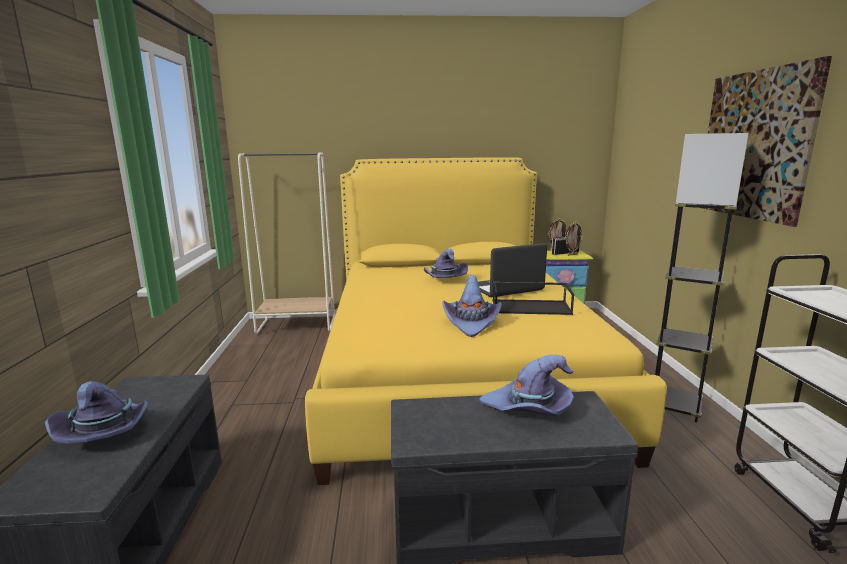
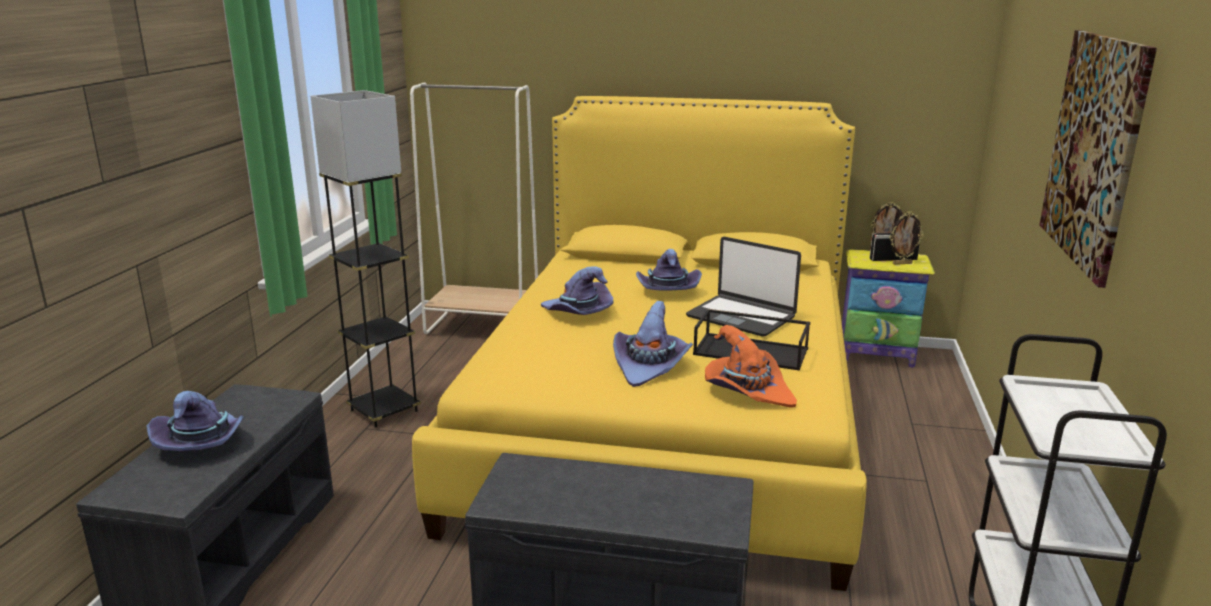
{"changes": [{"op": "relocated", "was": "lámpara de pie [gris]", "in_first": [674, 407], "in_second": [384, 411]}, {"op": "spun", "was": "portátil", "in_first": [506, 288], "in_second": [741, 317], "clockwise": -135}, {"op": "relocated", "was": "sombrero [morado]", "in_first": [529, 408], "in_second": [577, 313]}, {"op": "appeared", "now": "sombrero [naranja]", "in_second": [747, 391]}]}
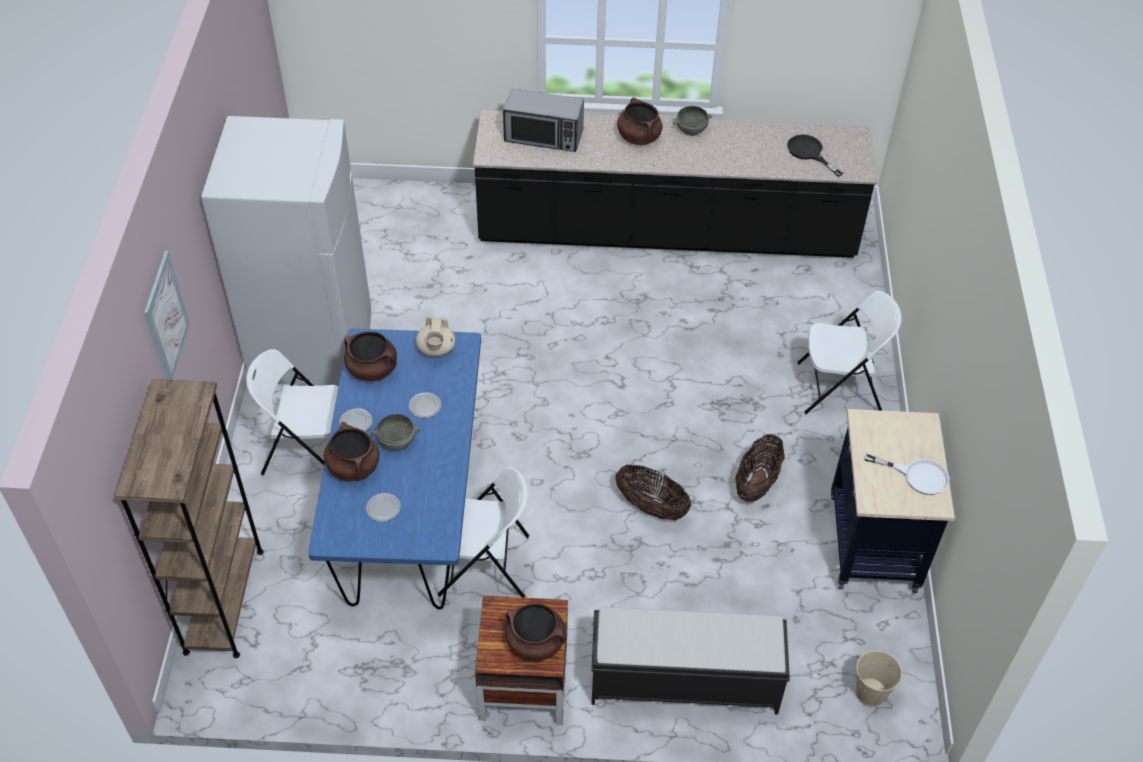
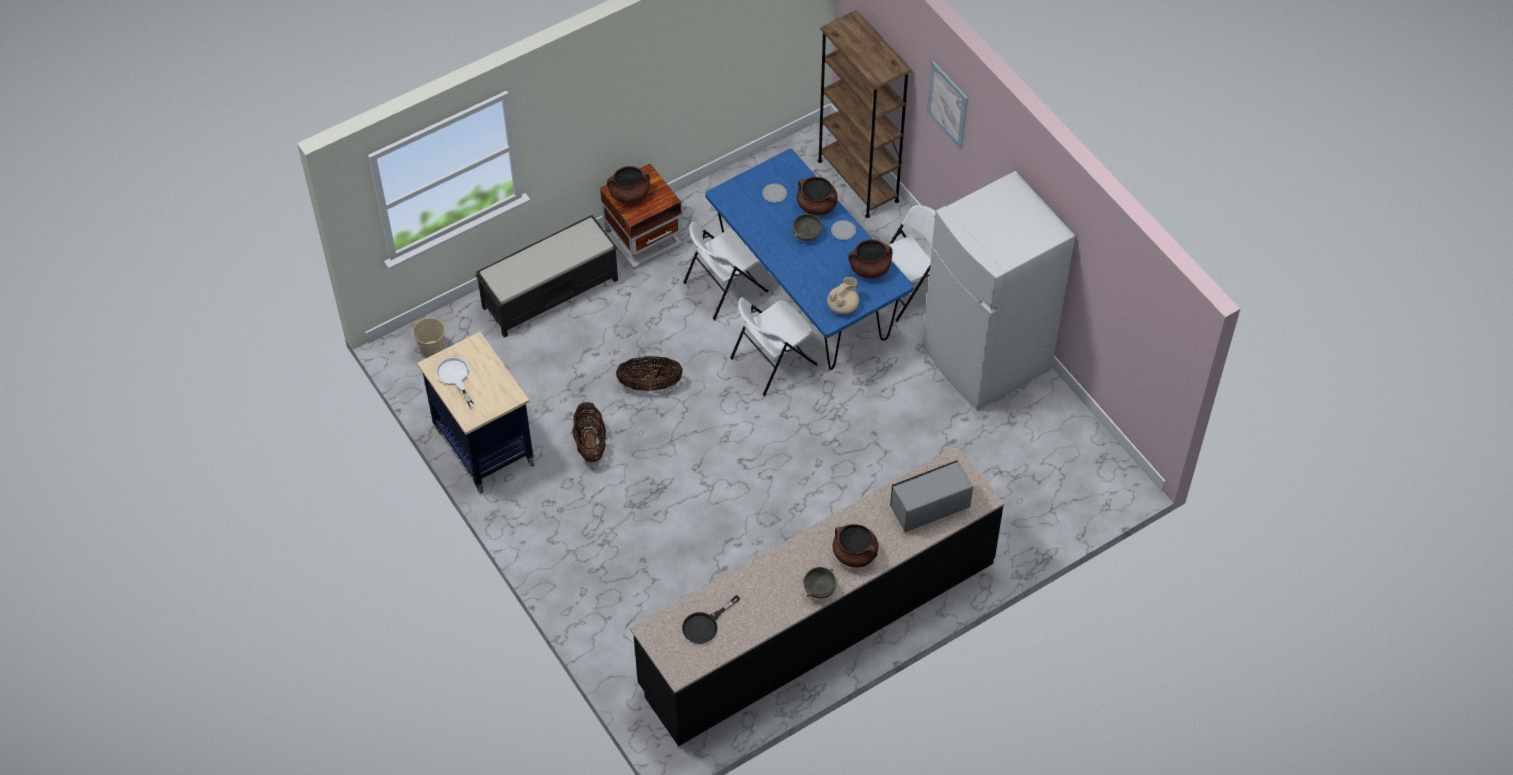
{"changes": [{"op": "spun", "was": "sartén [negro]", "in_first": [809, 153], "in_second": [705, 625], "clockwise": 120}, {"op": "relocated", "was": "silla [blanco]", "in_first": [839, 388], "in_second": [773, 361]}, {"op": "spun", "was": "tetera [beis]", "in_first": [436, 349], "in_second": [843, 306], "clockwise": 75}, {"op": "missing", "was": "plato", "in_first": [425, 406]}, {"op": "spun", "was": "sartén [blanco]", "in_first": [917, 476], "in_second": [455, 377], "clockwise": 75}]}
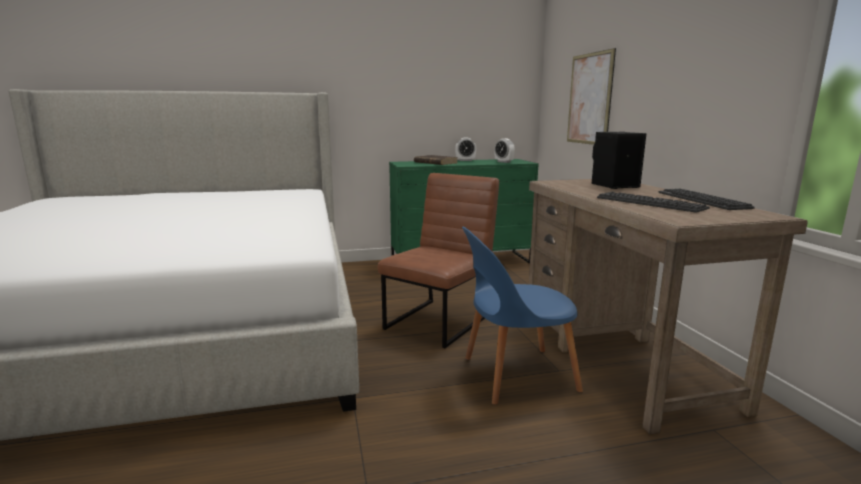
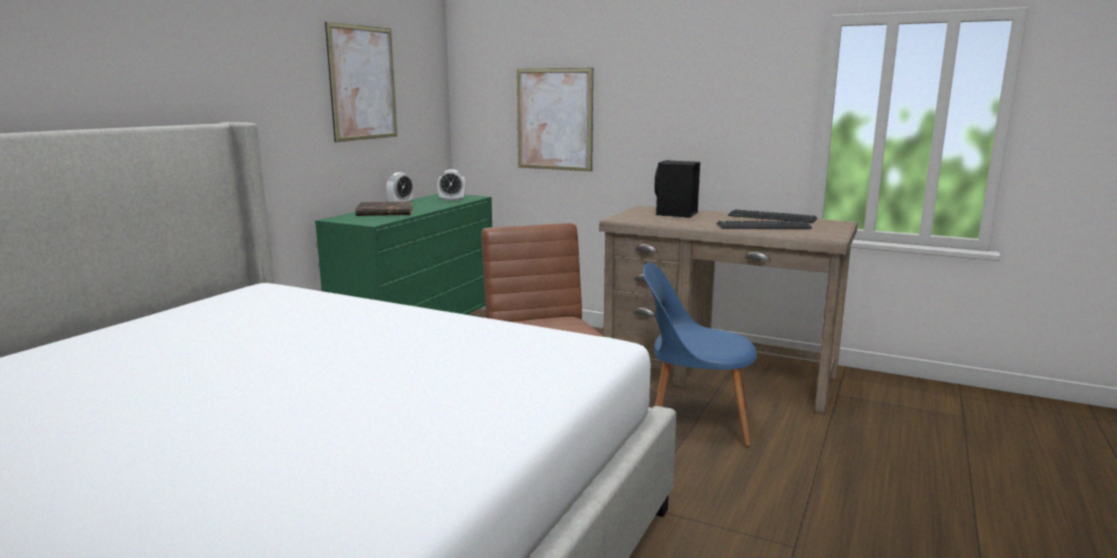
{"changes": [{"op": "spun", "was": "silla [azul]", "in_first": [514, 375], "in_second": [694, 420], "clockwise": 75}, {"op": "appeared", "now": "cuadro", "in_second": [363, 83]}]}
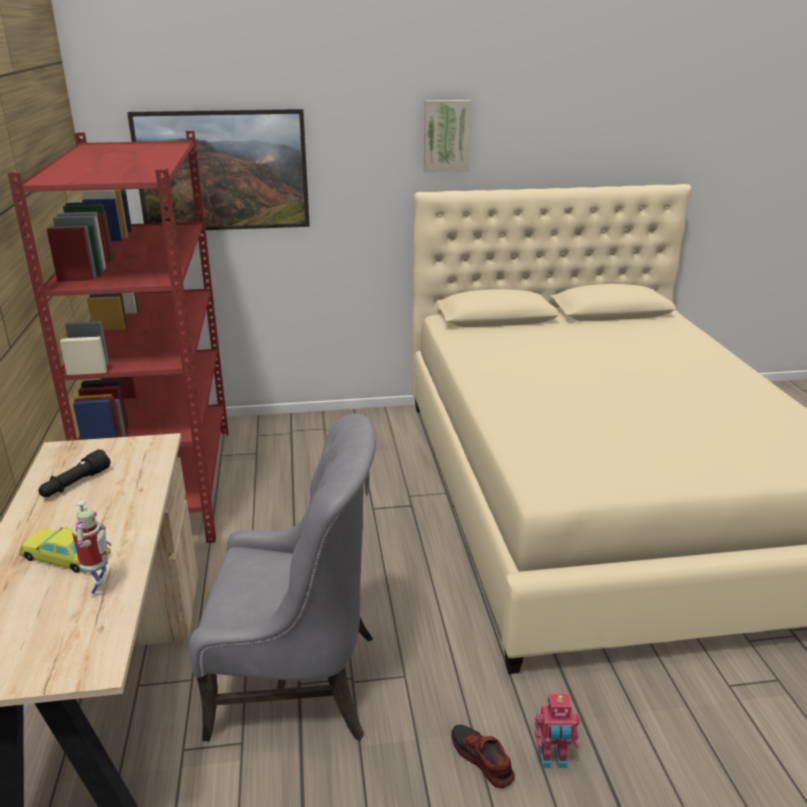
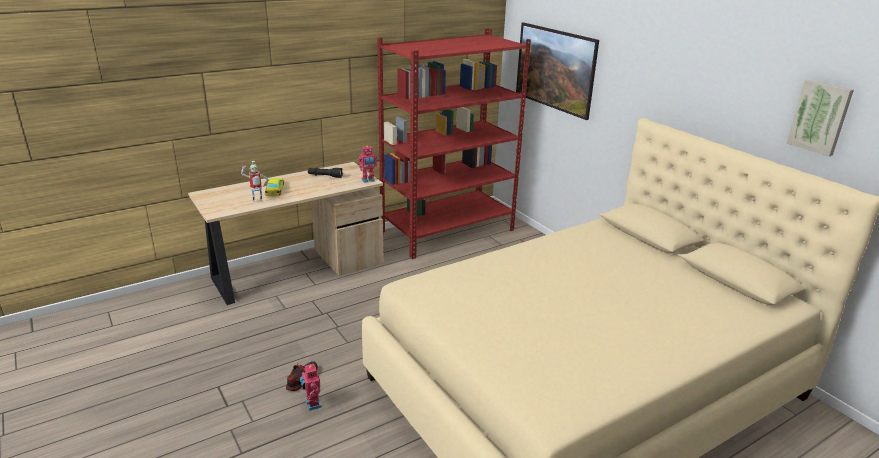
{"changes": [{"op": "relocated", "was": "cuadro", "in_first": [446, 135], "in_second": [820, 117]}, {"op": "missing", "was": "silla [gris]", "in_first": [298, 682]}, {"op": "appeared", "now": "robot de juguete", "in_second": [368, 180]}]}
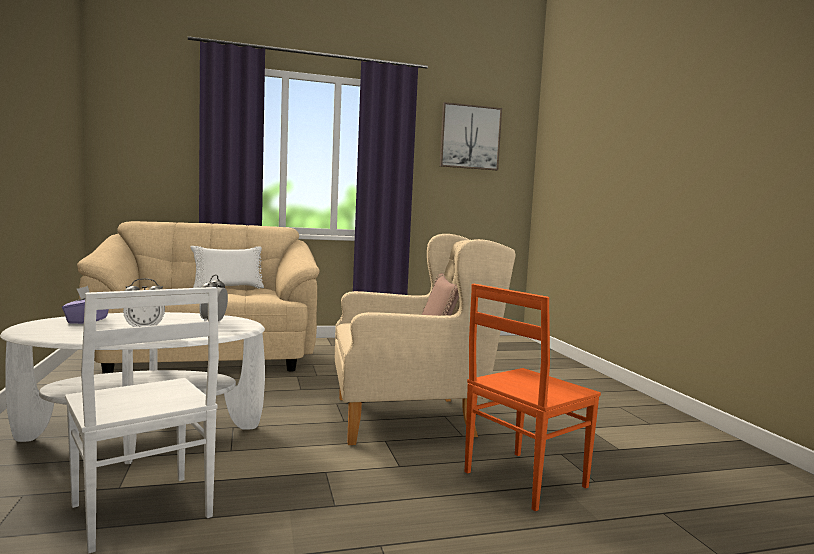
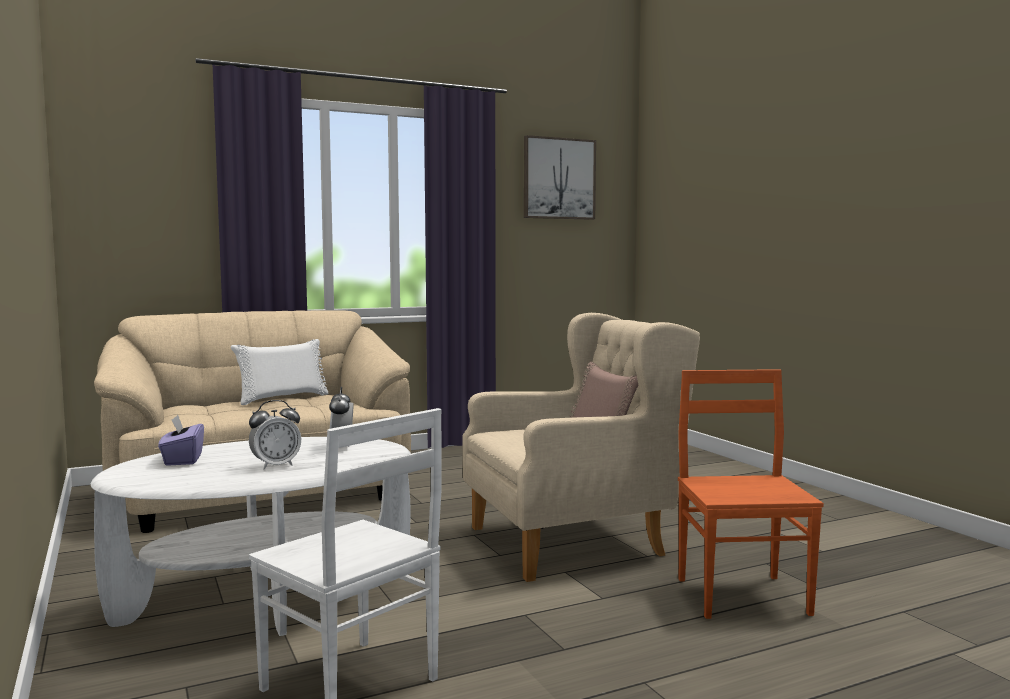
{"changes": [{"op": "spun", "was": "silla [naranja]", "in_first": [522, 479], "in_second": [743, 595], "clockwise": 135}]}
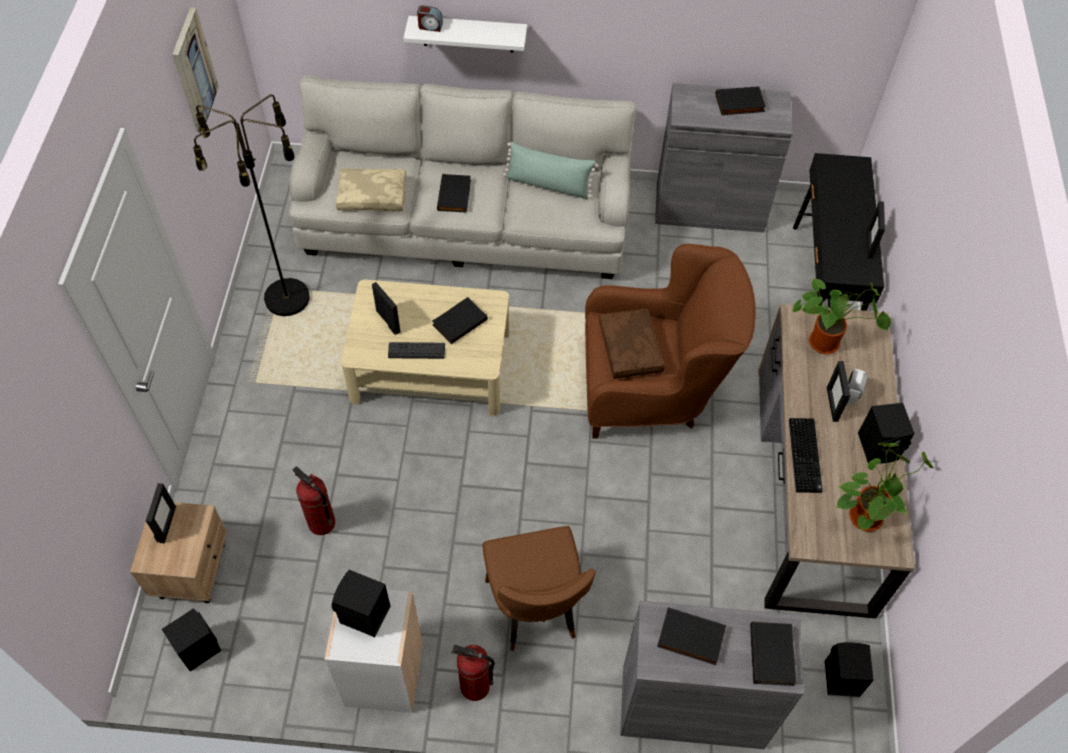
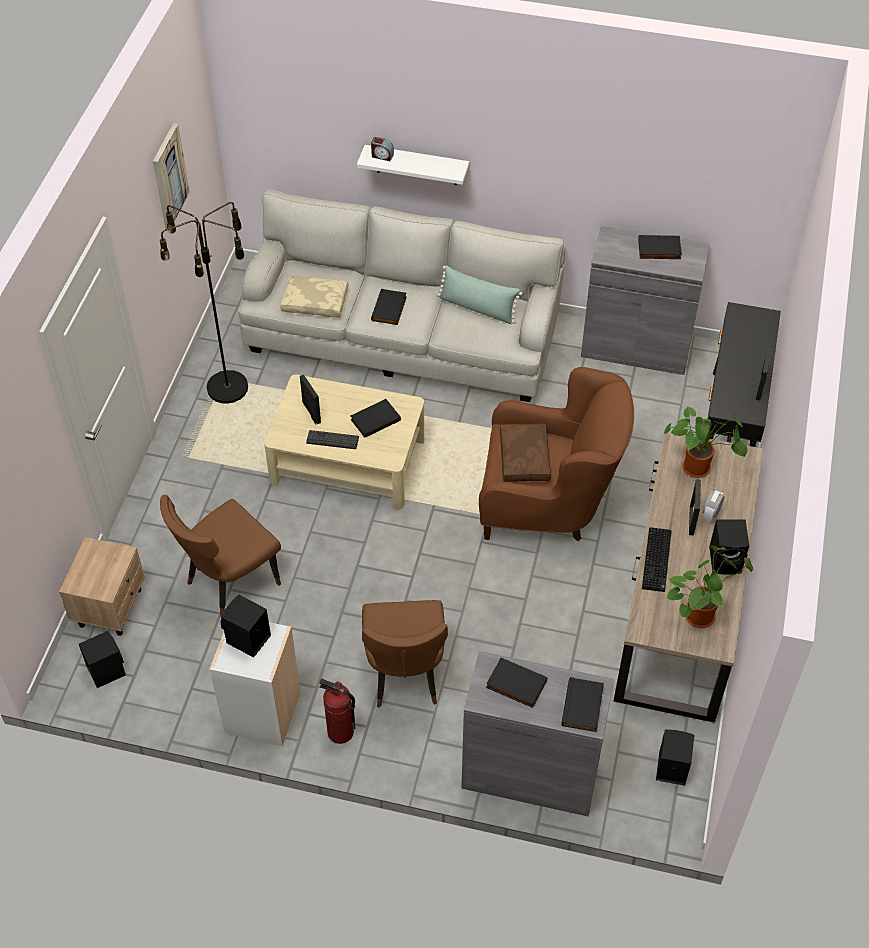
{"changes": [{"op": "exchanged", "was": "extintor", "now": "silla [marrón]", "in_first": [321, 523], "in_second": [228, 582]}, {"op": "missing", "was": "portarretratos", "in_first": [166, 524]}]}
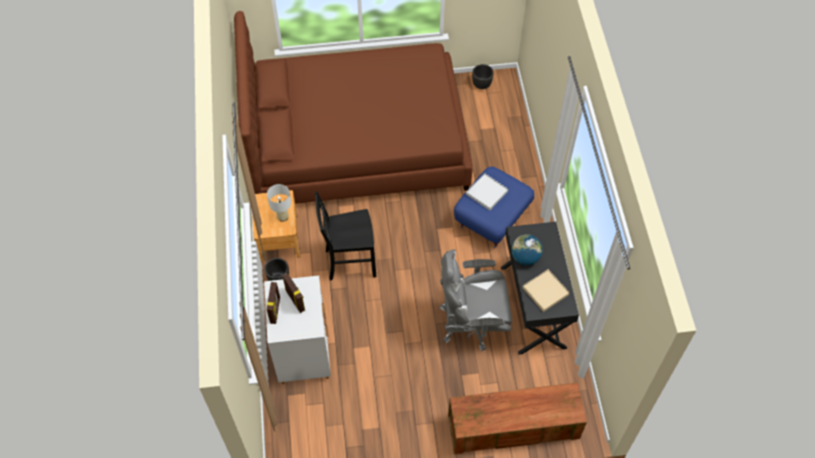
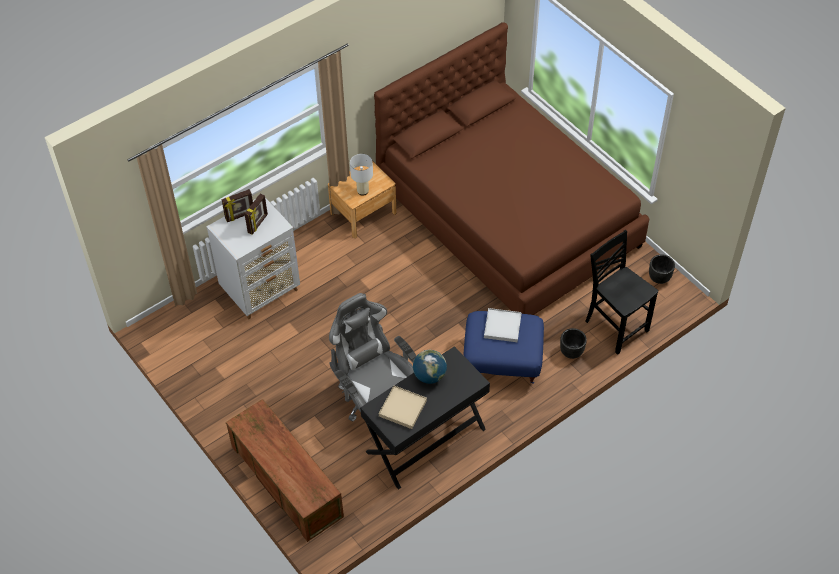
{"changes": [{"op": "relocated", "was": "silla [negro]", "in_first": [349, 262], "in_second": [615, 326]}, {"op": "relocated", "was": "maceta [negro]", "in_first": [278, 278], "in_second": [571, 351]}]}
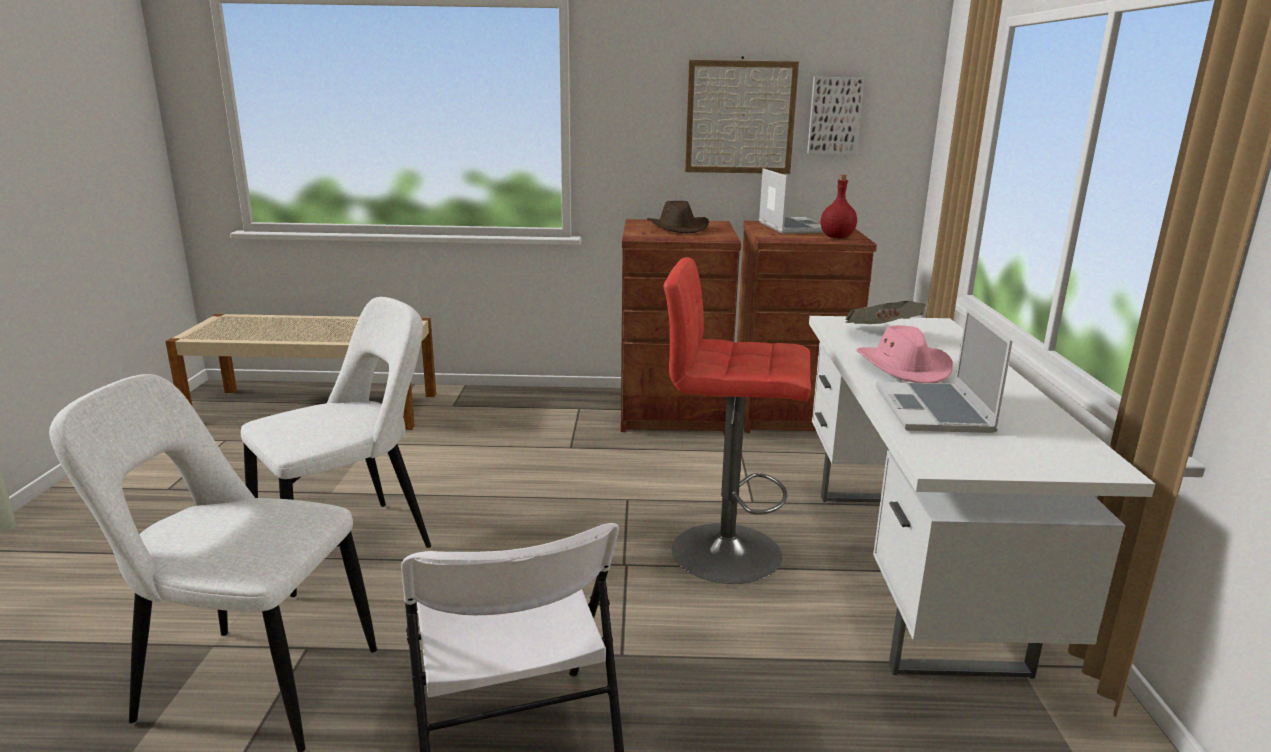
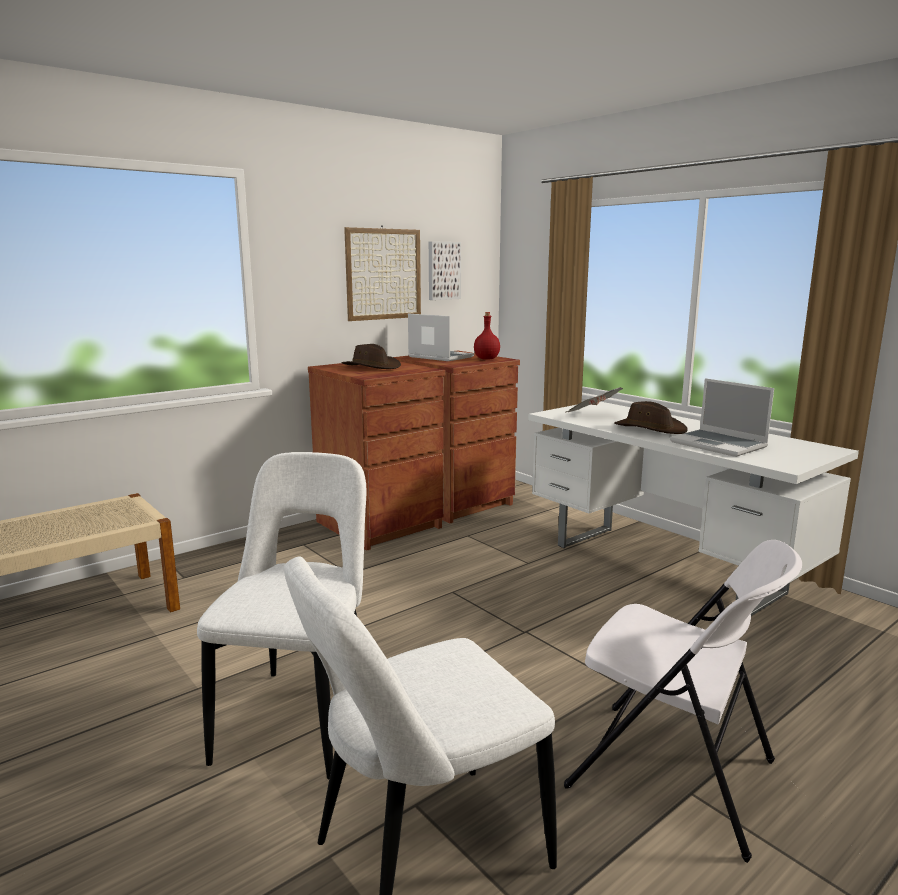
{"changes": [{"op": "missing", "was": "taburete [rojo]", "in_first": [725, 552]}, {"op": "colour", "was": "sombrero [rosa]", "now": "sombrero [marrón]", "in_first": [904, 367], "in_second": [649, 428]}]}
